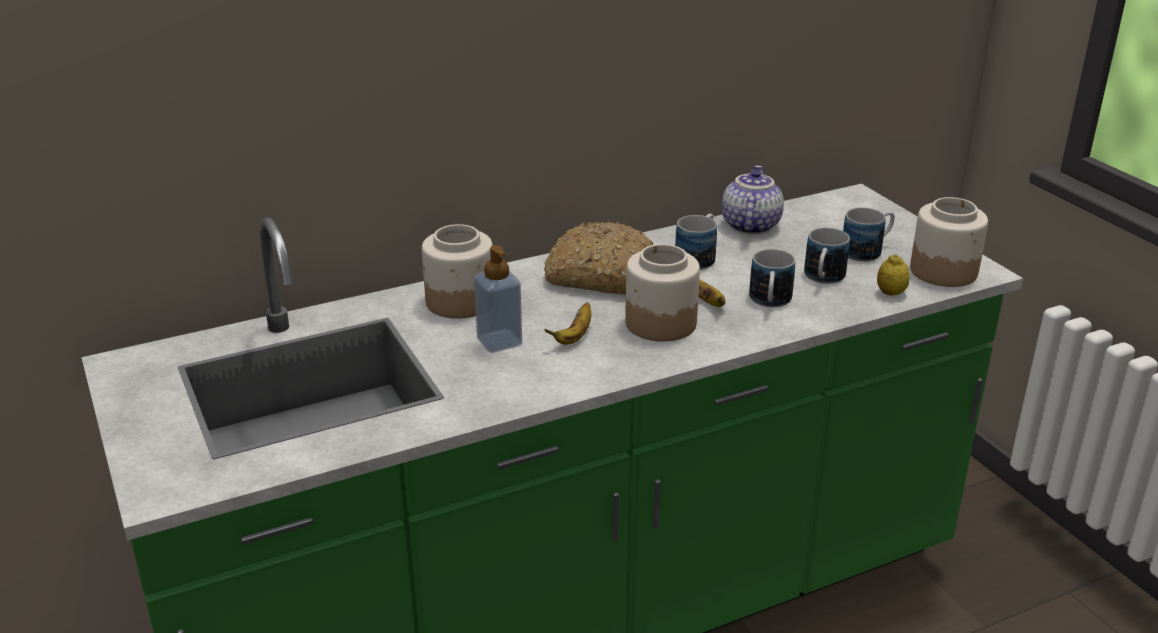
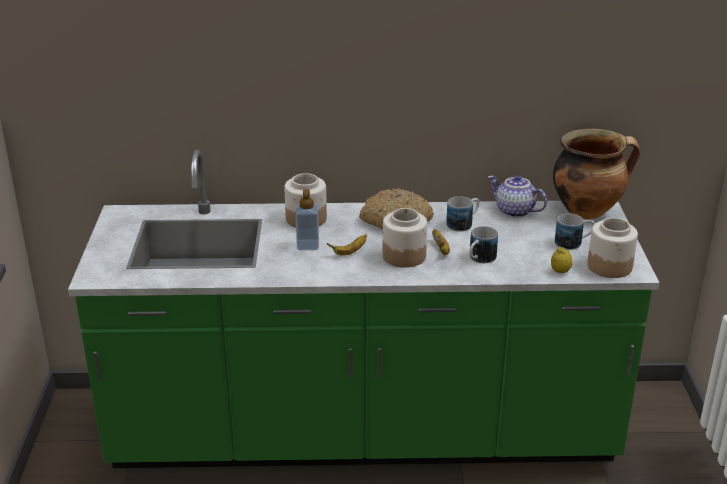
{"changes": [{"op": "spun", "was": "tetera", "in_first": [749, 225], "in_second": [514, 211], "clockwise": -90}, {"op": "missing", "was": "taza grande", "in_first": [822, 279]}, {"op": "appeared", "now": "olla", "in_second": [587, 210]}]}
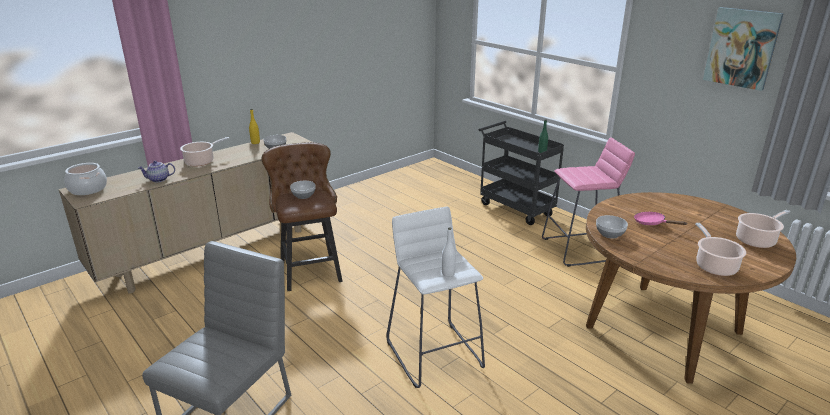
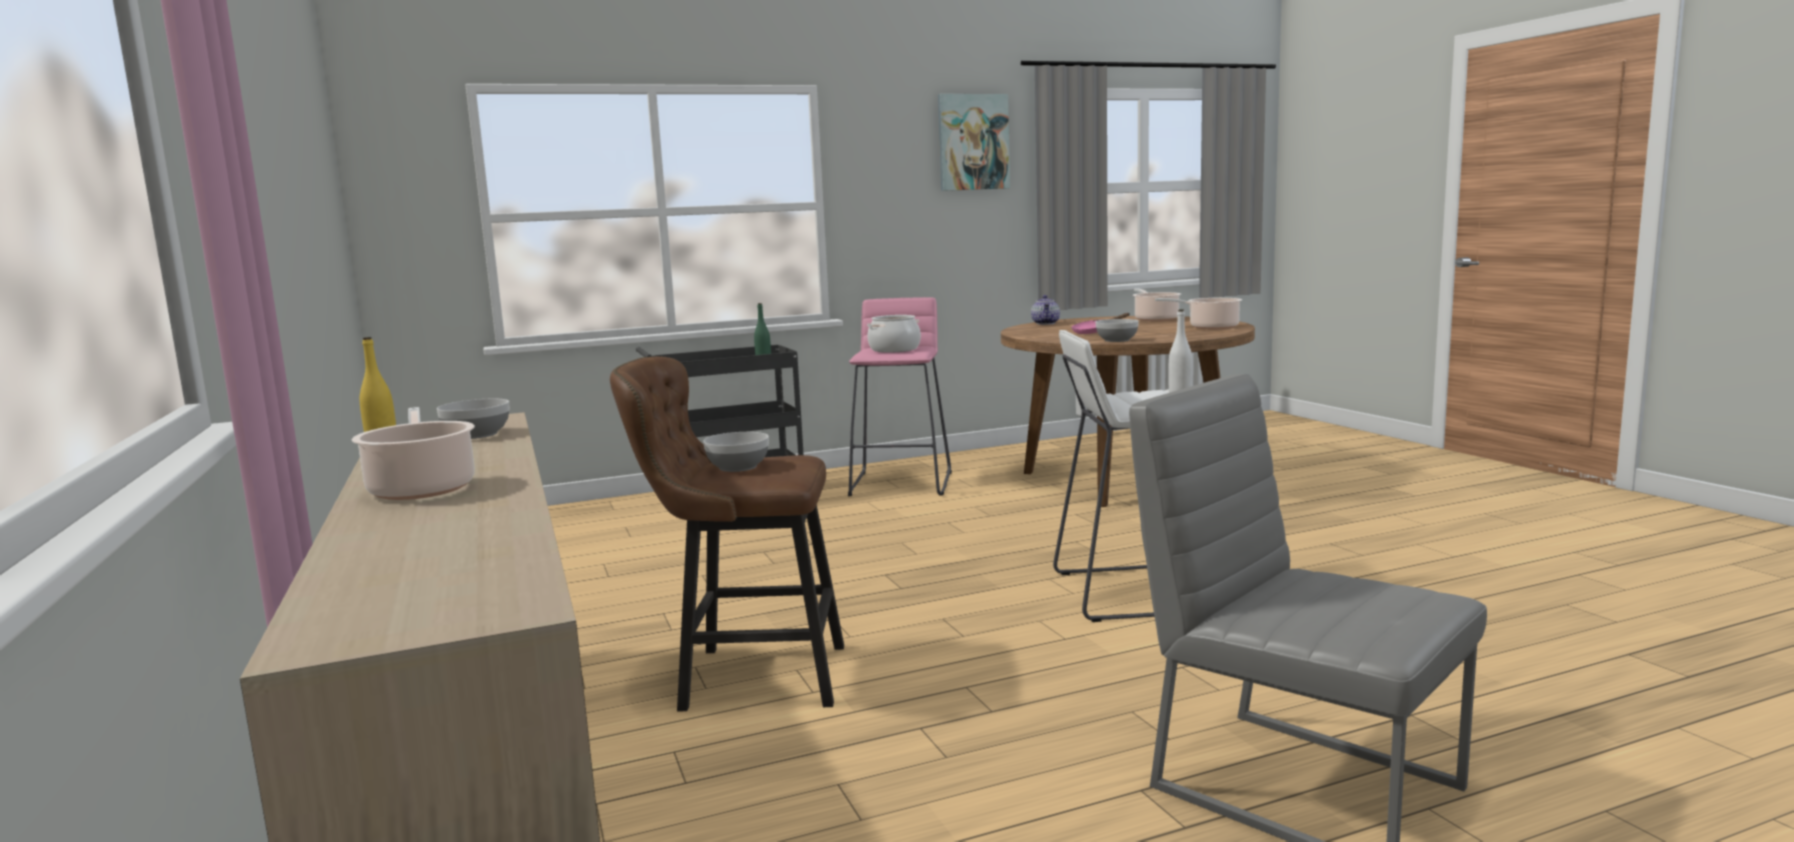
{"changes": [{"op": "relocated", "was": "tetera", "in_first": [158, 180], "in_second": [1046, 323]}, {"op": "relocated", "was": "olla", "in_first": [88, 189], "in_second": [894, 349]}]}
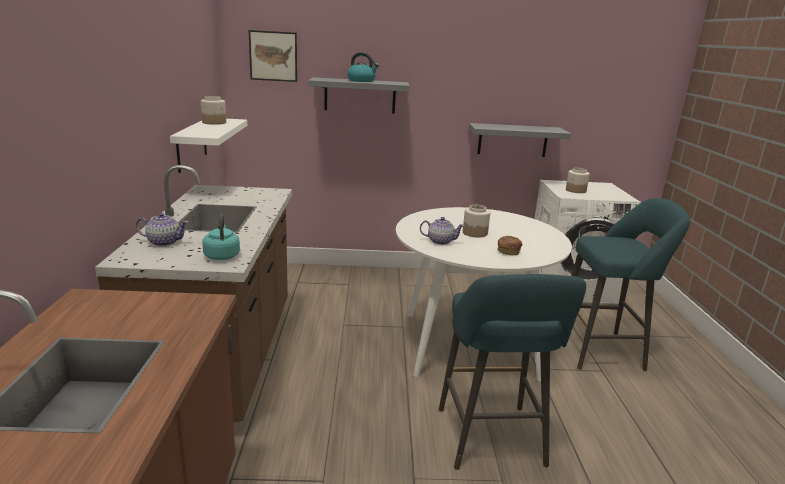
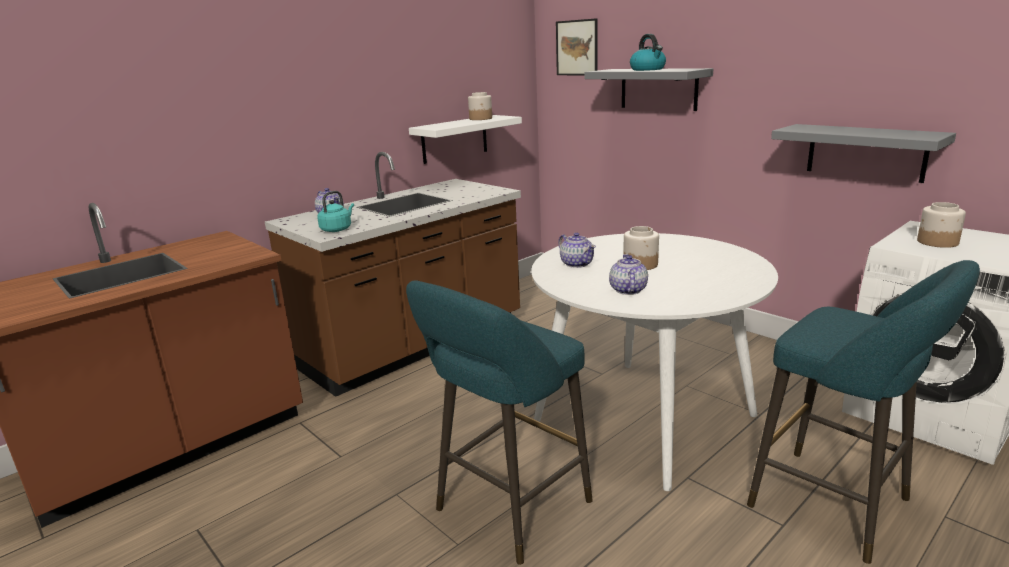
{"changes": [{"op": "exchanged", "was": "pan", "now": "tetera", "in_first": [508, 251], "in_second": [627, 290]}]}
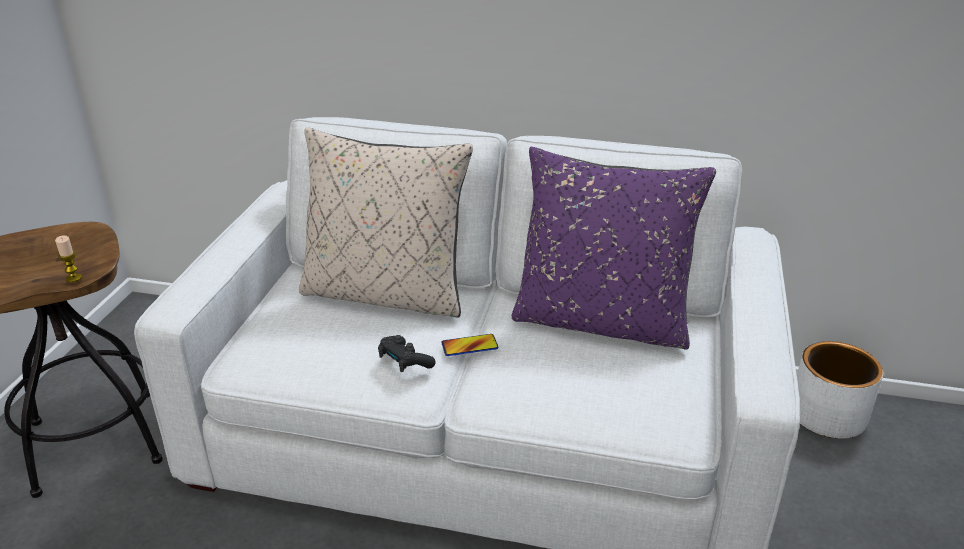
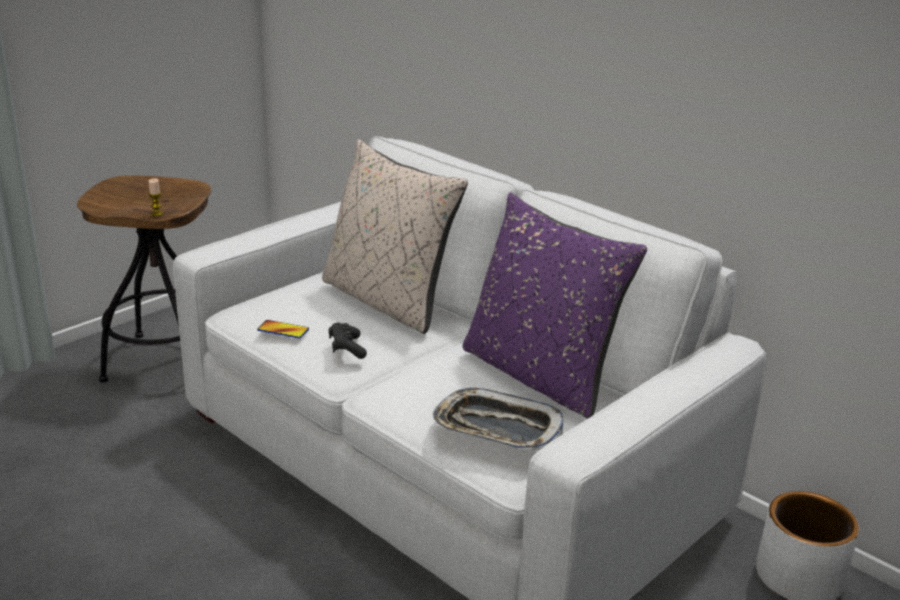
{"changes": [{"op": "relocated", "was": "móvil", "in_first": [469, 346], "in_second": [283, 330]}, {"op": "appeared", "now": "bandeja", "in_second": [497, 428]}]}
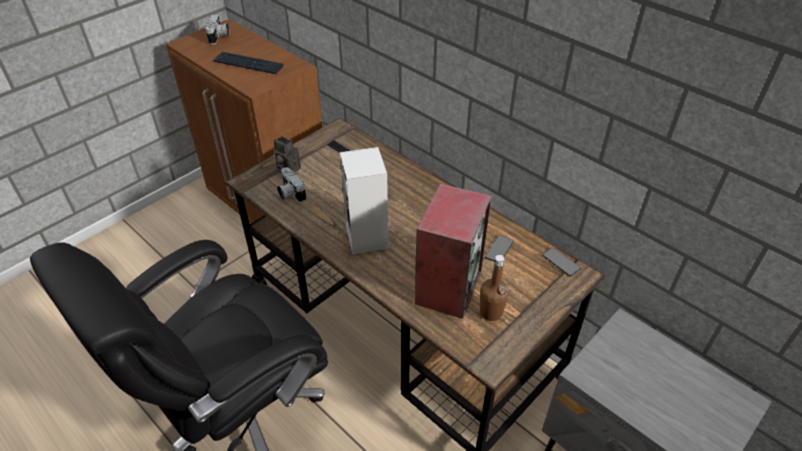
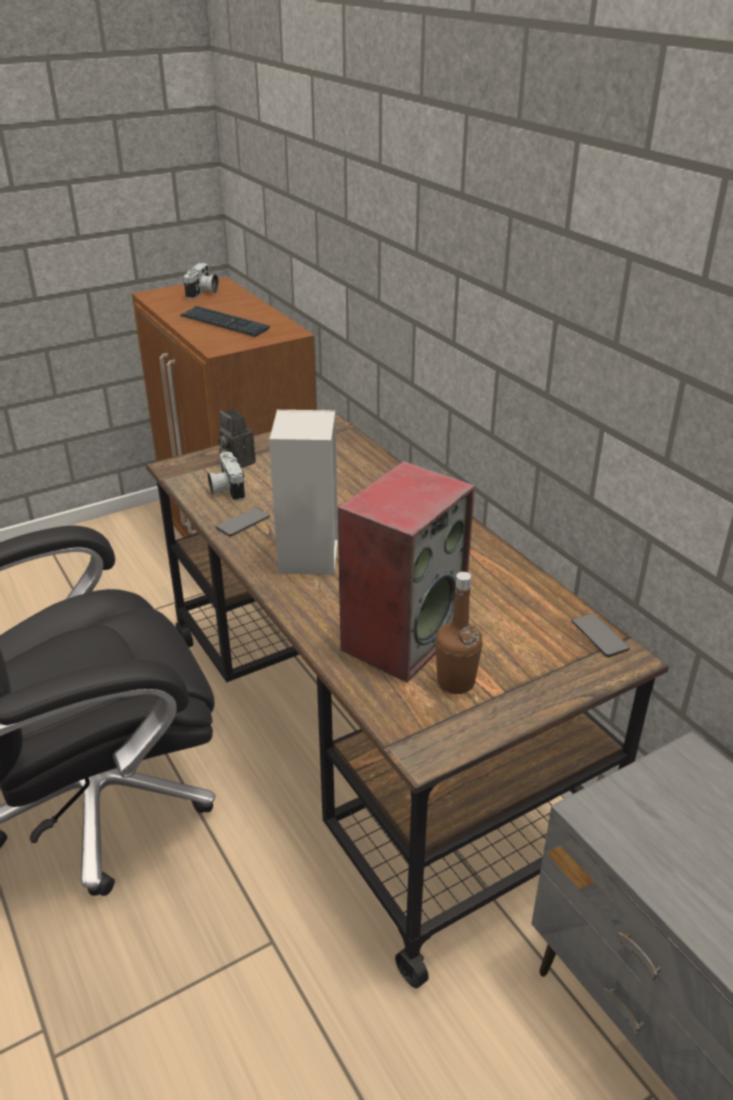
{"changes": [{"op": "relocated", "was": "móvil", "in_first": [499, 249], "in_second": [243, 523]}]}
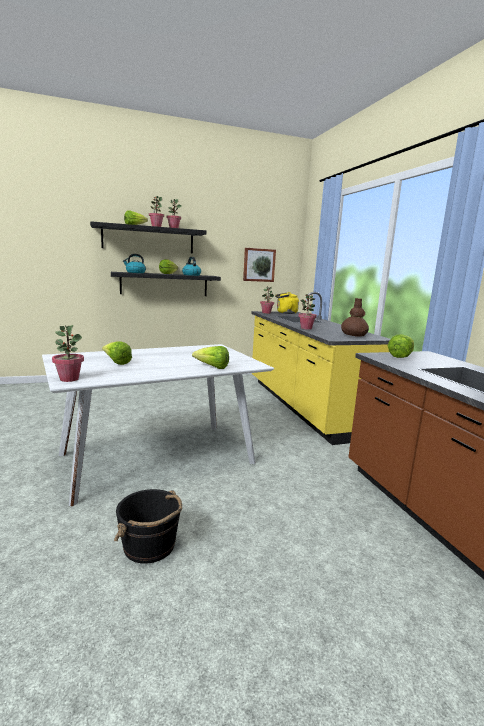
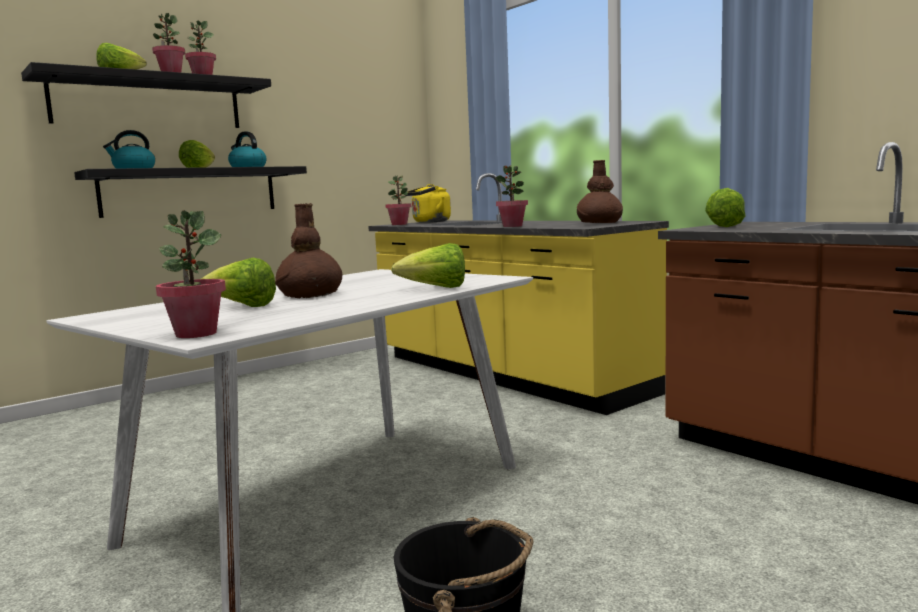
{"changes": [{"op": "missing", "was": "cuadro", "in_first": [259, 265]}, {"op": "appeared", "now": "florero [marrón]", "in_second": [311, 294]}]}
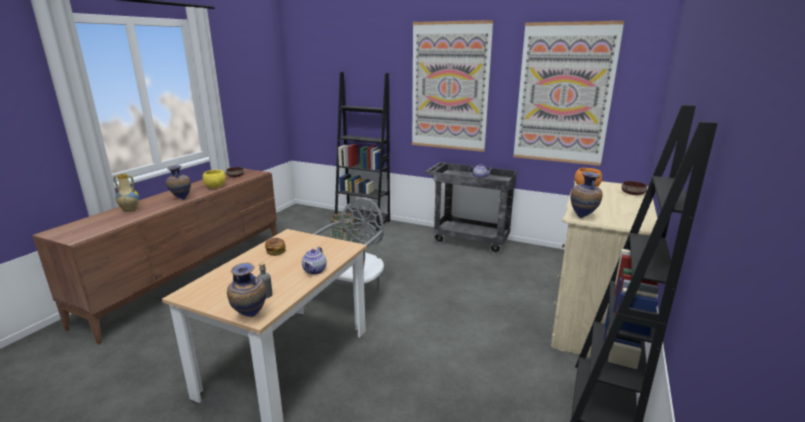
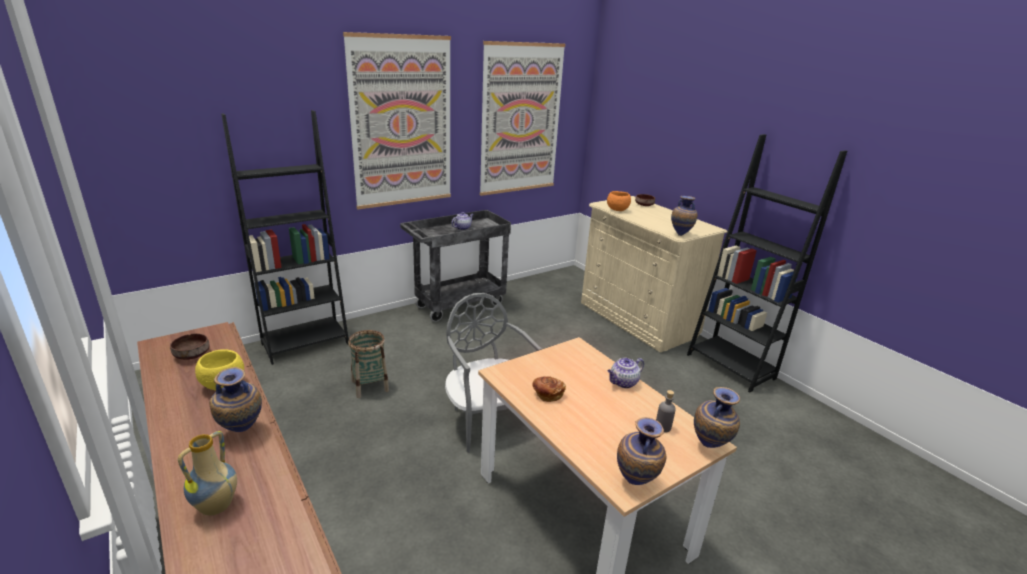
{"changes": [{"op": "spun", "was": "tetera", "in_first": [314, 271], "in_second": [623, 383], "clockwise": 105}, {"op": "appeared", "now": "florero", "in_second": [636, 483]}]}
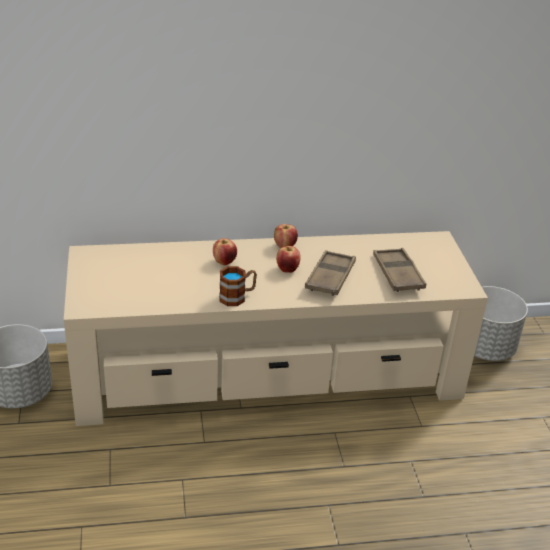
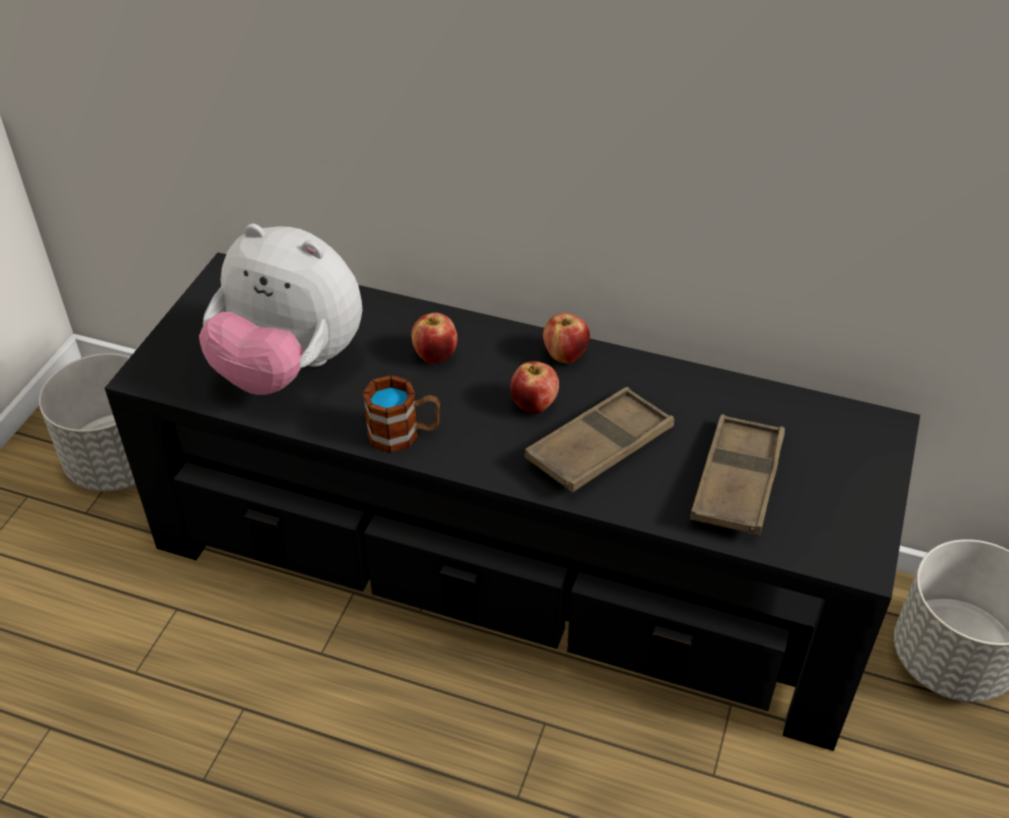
{"changes": [{"op": "colour", "was": "mueble de televisión [beis]", "now": "mueble de televisión [negro]", "in_first": [268, 374], "in_second": [505, 564]}, {"op": "appeared", "now": "peluche", "in_second": [289, 367]}]}
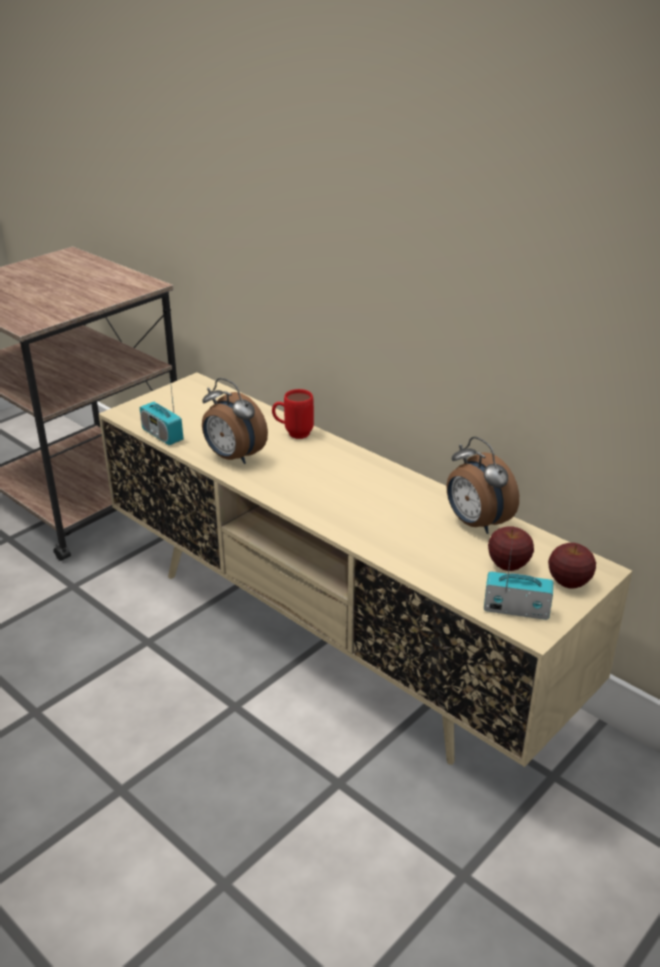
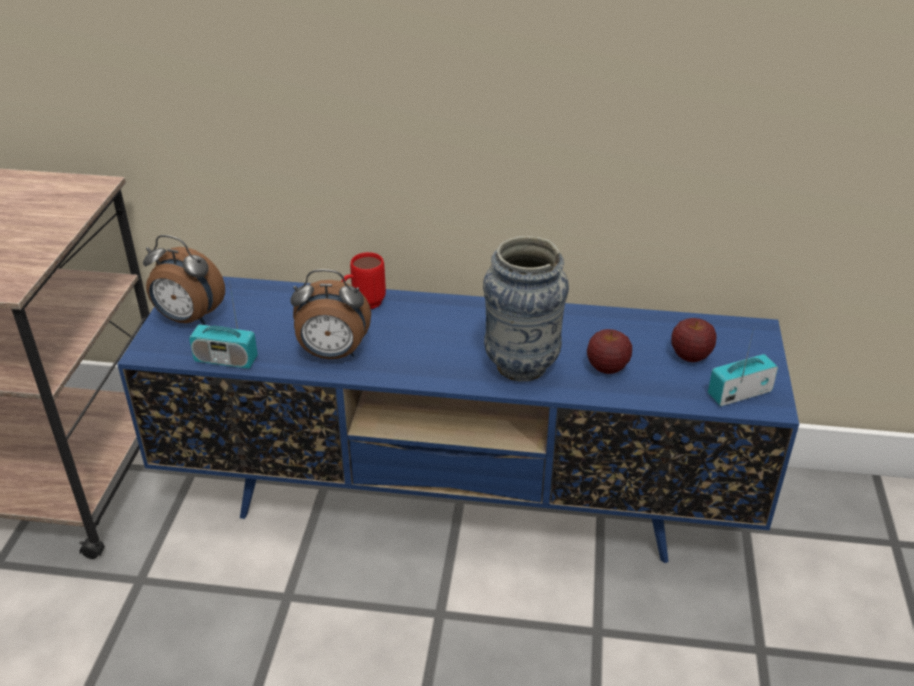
{"changes": [{"op": "colour", "was": "mueble de televisión [beis]", "now": "mueble de televisión [azul]", "in_first": [332, 633], "in_second": [459, 495]}, {"op": "relocated", "was": "despertador", "in_first": [475, 523], "in_second": [188, 319]}, {"op": "relocated", "was": "manzana", "in_first": [569, 582], "in_second": [607, 368]}, {"op": "appeared", "now": "florero", "in_second": [521, 366]}]}
